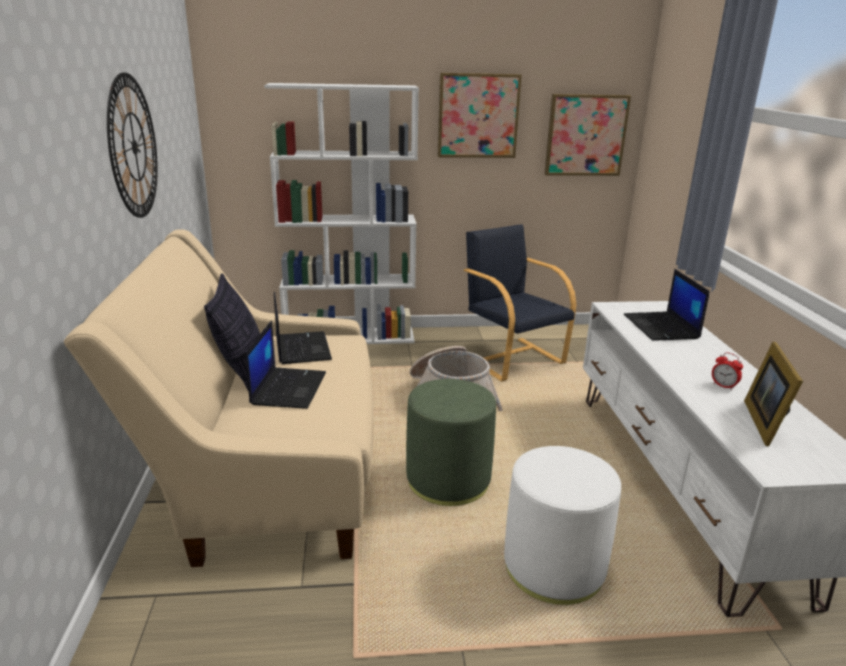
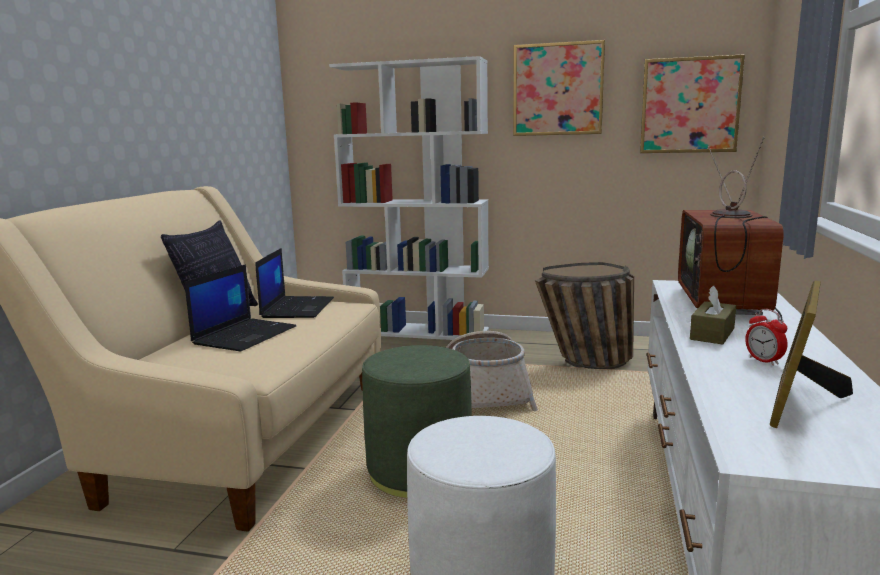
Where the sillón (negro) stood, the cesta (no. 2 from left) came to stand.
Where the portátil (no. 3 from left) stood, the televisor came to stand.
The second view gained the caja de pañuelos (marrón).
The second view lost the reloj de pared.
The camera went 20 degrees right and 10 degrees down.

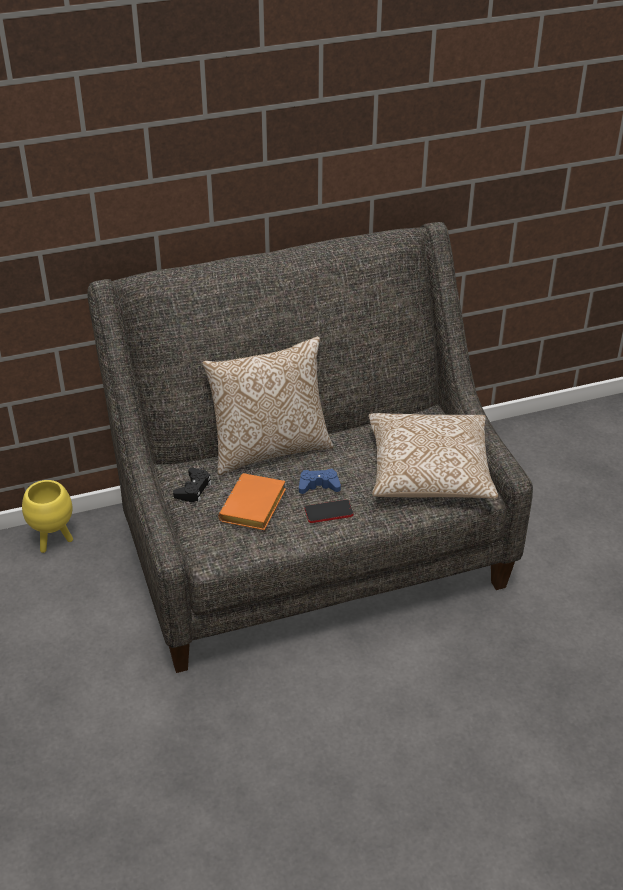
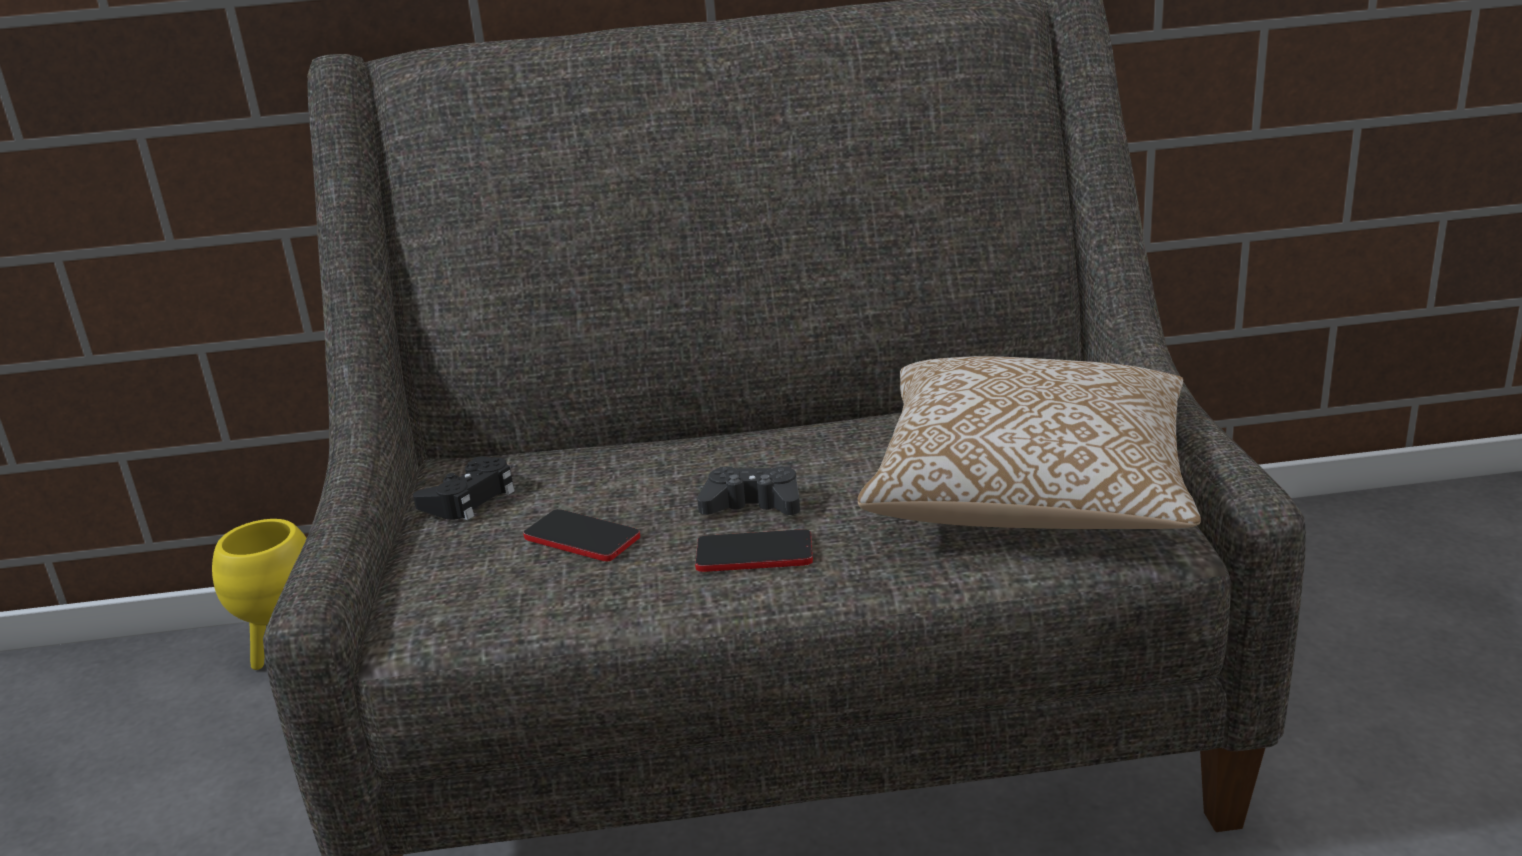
Where the libro (naranja) stood, the móvil (no. 1 from left) came to stand.
What was the mando de consola (azul) turned into the mando de consola (negro) (no. 2 from left).
The second view lost the cojín (no. 1 from left).
The camera went 15 degrees right and 15 degrees down.

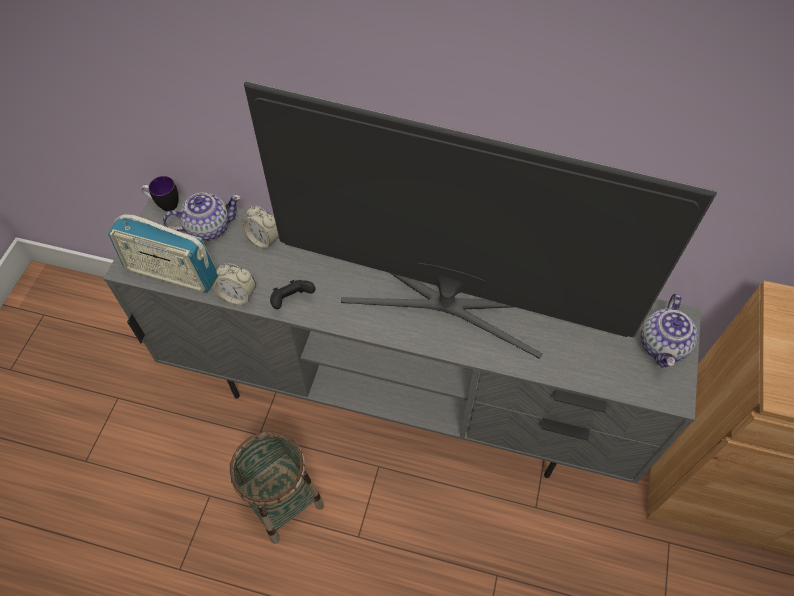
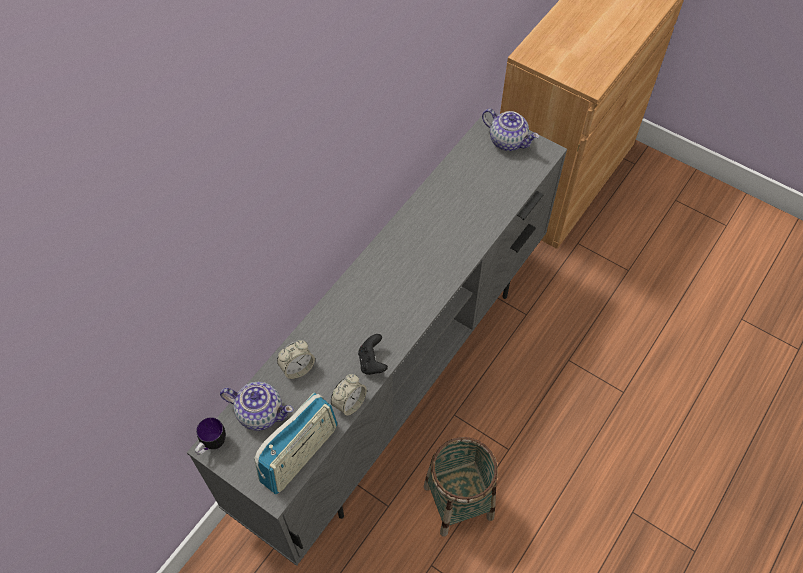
The tetera (no. 1 from left) ended up facing another way, 105 degrees clockwise from before.
The second view lost the televisor.
The camera went 70 degrees left and 0 degrees up.

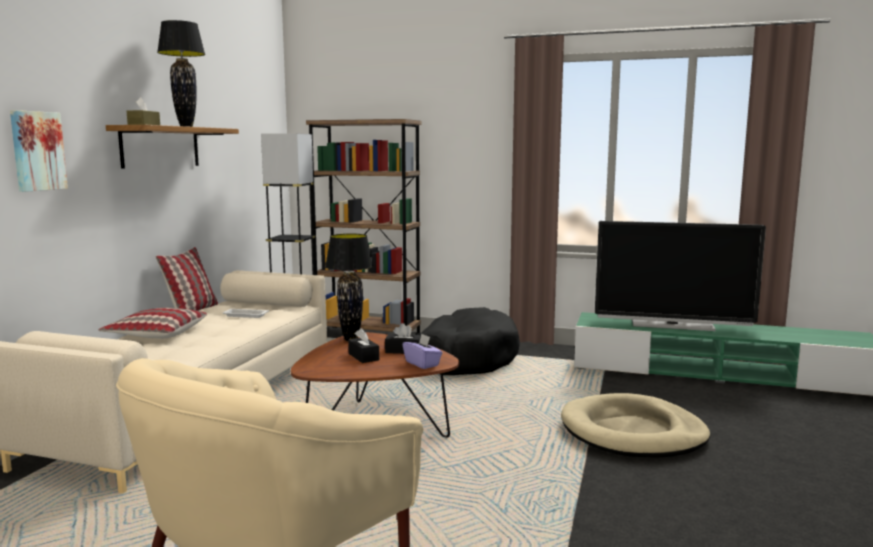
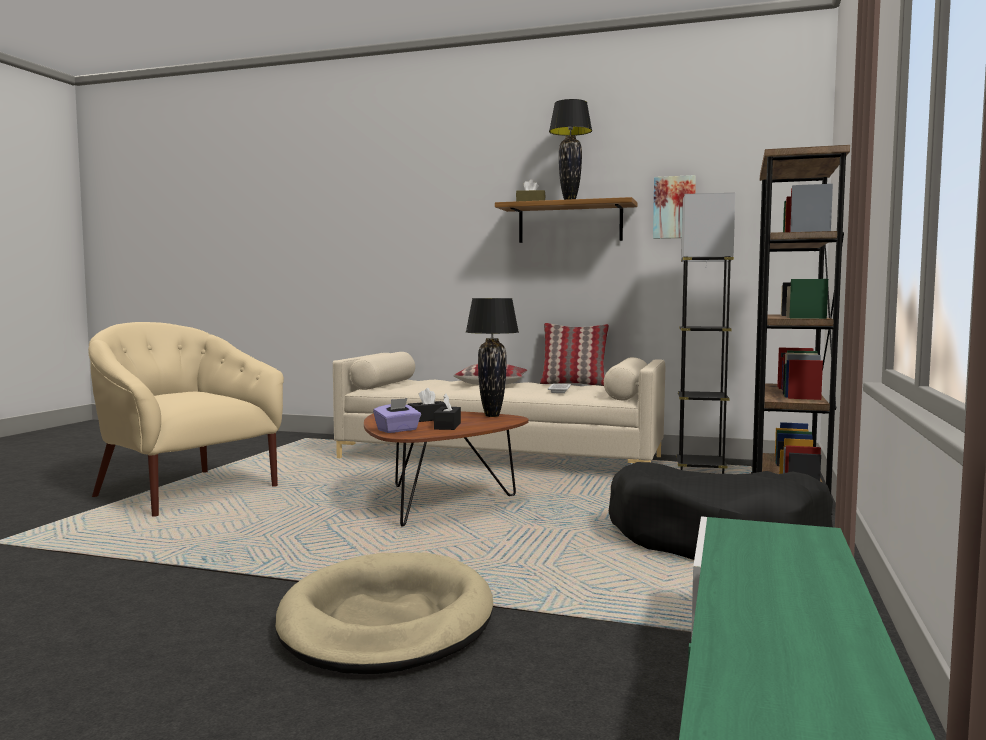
The cuadro ended up elsewhere.
The second view lost the televisor.
The camera went 90 degrees right and 5 degrees down.

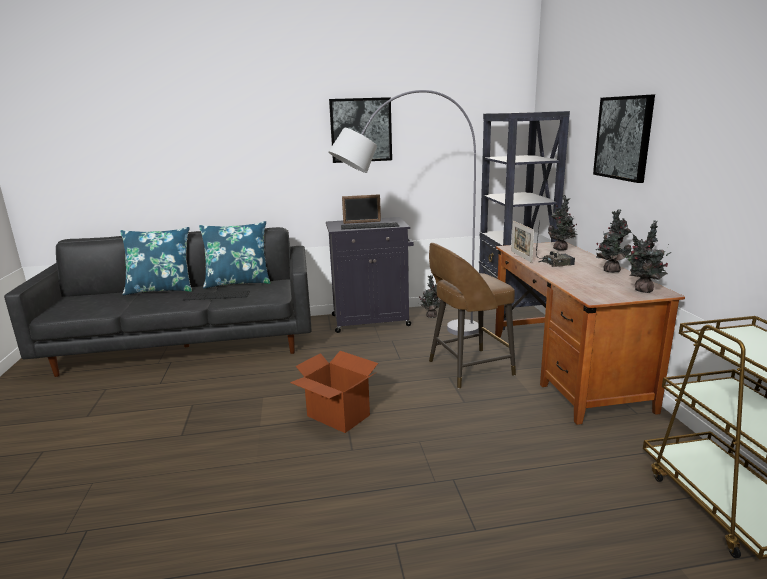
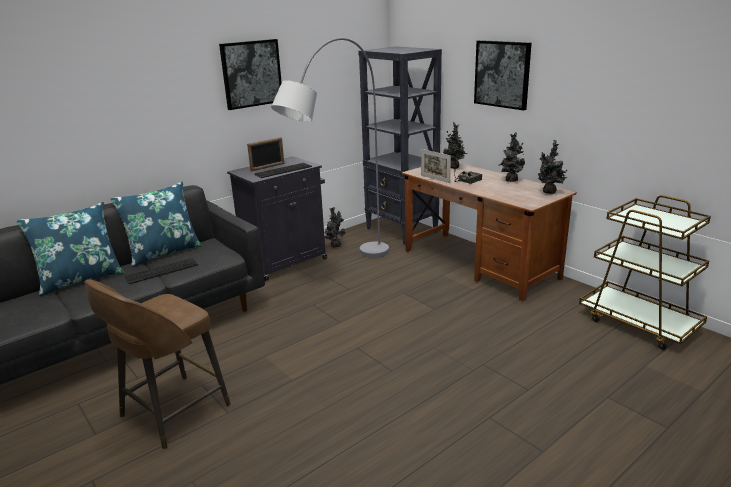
The taburete (marrón) ended up elsewhere.
The second view lost the caja de cartón.
The camera went 30 degrees left and 5 degrees up.

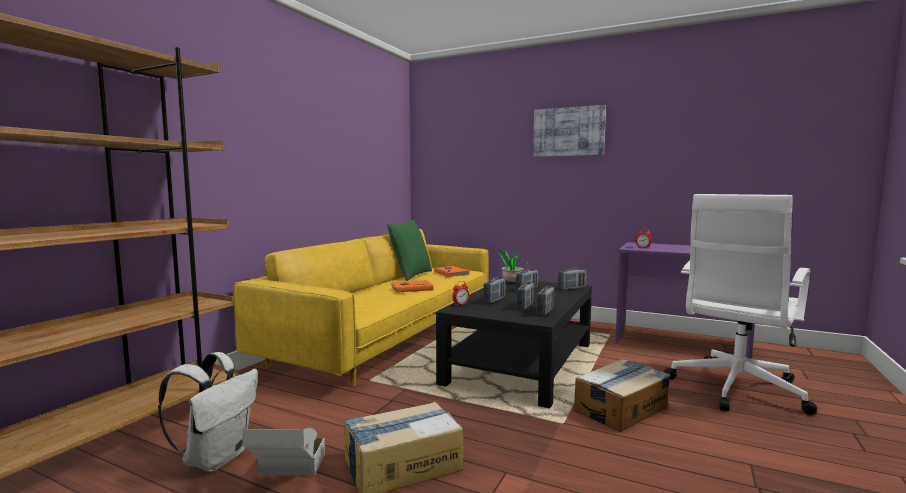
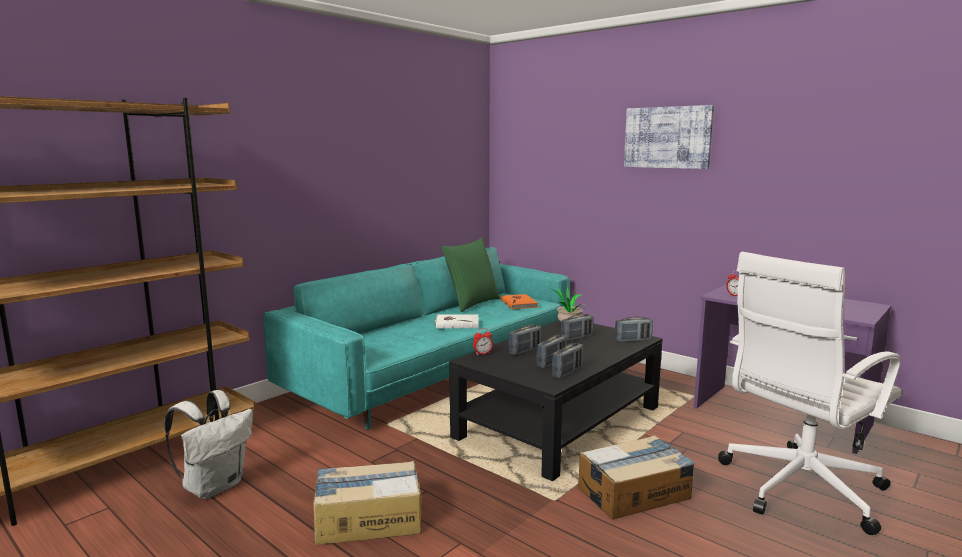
What was the sofá (amarillo) turned into the sofá (turquesa).
What was the libro (naranja) (no. 1 from left) turned into the libro (blanco).
The second view lost the caja de cartón (no. 1 from left).
The camera went 15 degrees right and 5 degrees up.

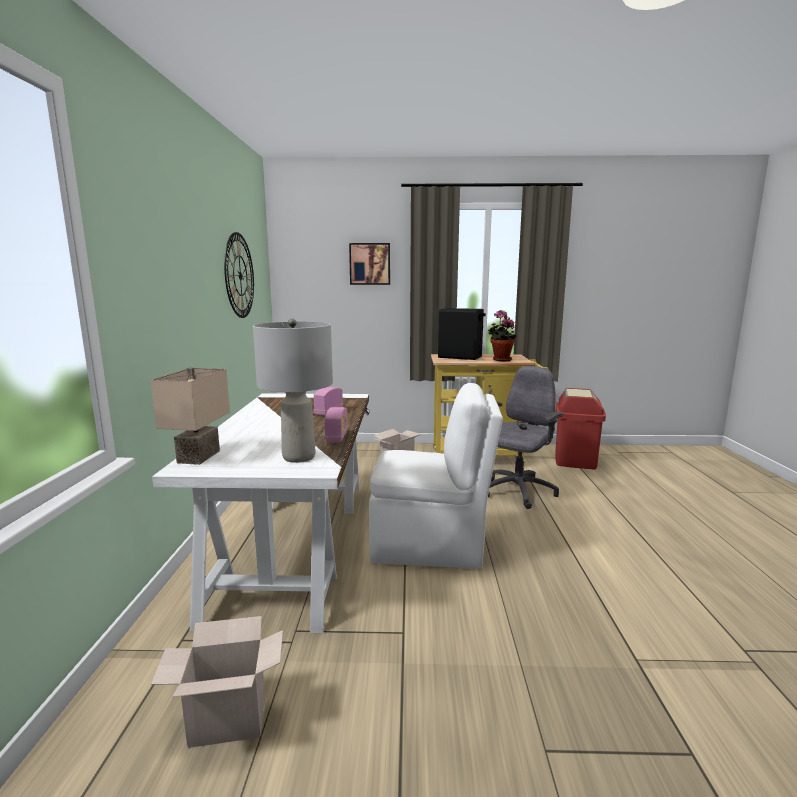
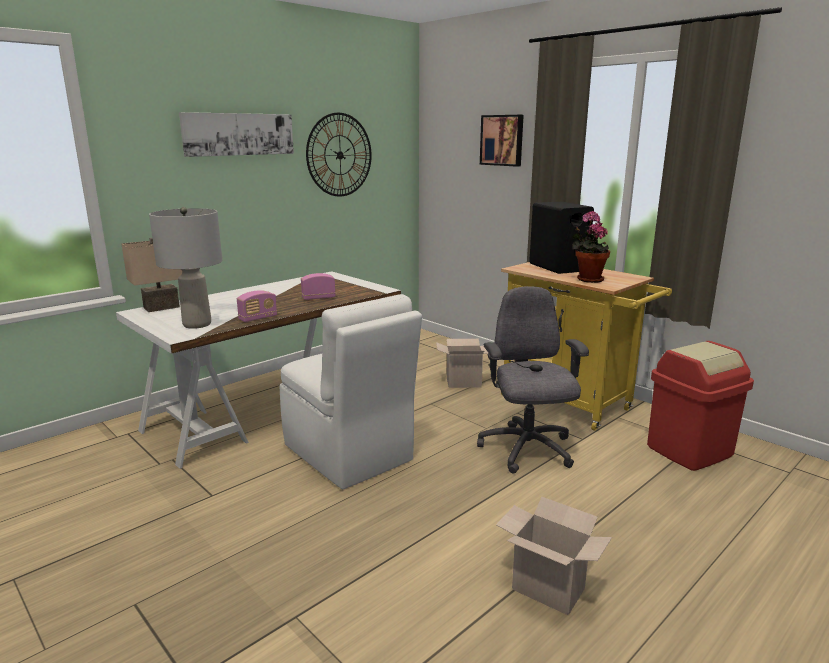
The second view gained the cuadro (no. 1 from left).
The silla de oficina (gris) ended up facing another way, 90 degrees counterclockwise from before.
The caja de cartón (no. 1 from left in the first image) ended up elsewhere.
The camera went 45 degrees right and 5 degrees up.

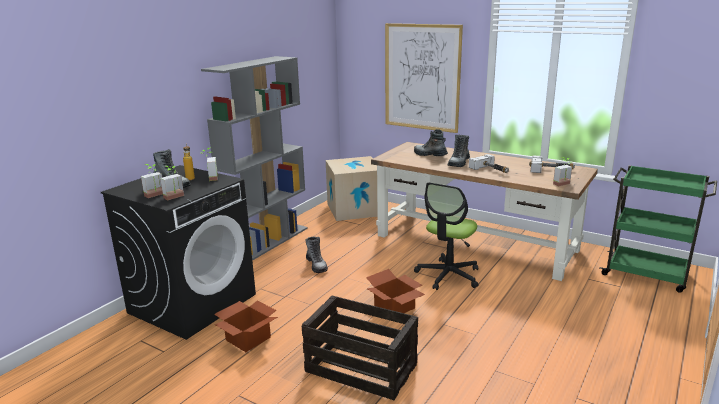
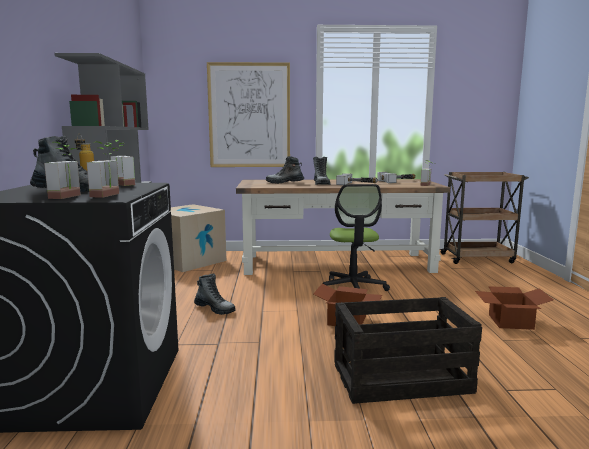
What was the carrito (verde) turned into the carrito (marrón).
The caja de cartón (no. 1 from left in the first image) ended up elsewhere.
The camera went 35 degrees left and 10 degrees down.

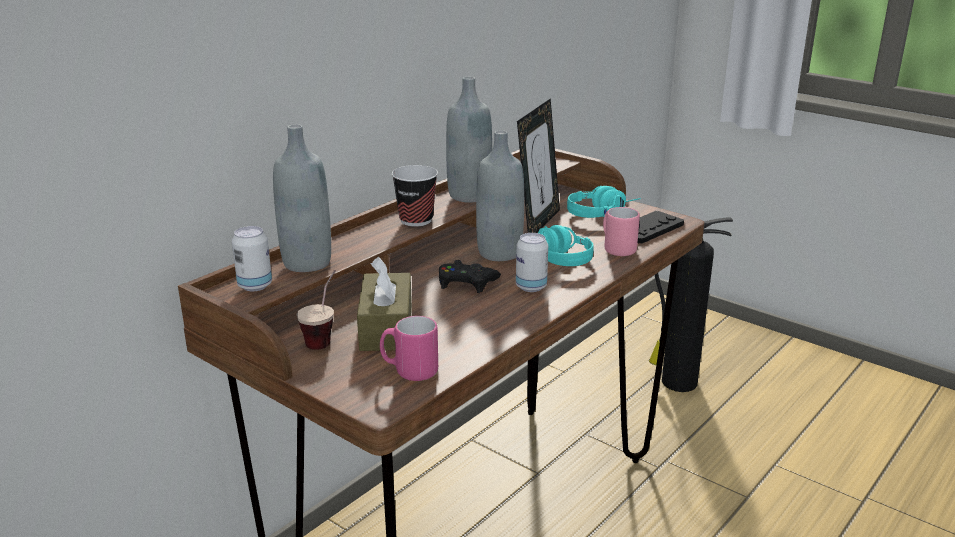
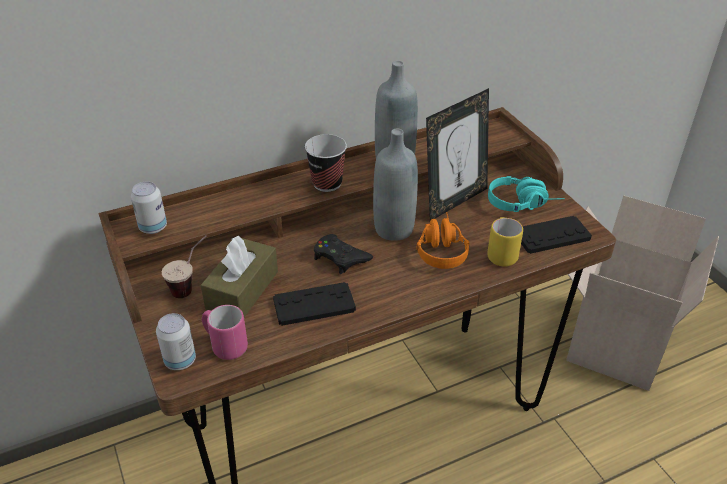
The lata (no. 2 from left) ended up elsewhere.
The second view gained the mando de consola (negro) (no. 1 from left).
What was the auriculares (turquesa) (no. 1 from left) turned into the auriculares (naranja).
What was the taza grande (rosa) (no. 2 from left) turned into the taza grande (amarillo).
Where the extintor stood, the caja de cartón came to stand.
The second view lost the botella (gris) (no. 1 from left).
The camera went 25 degrees right and 15 degrees up.

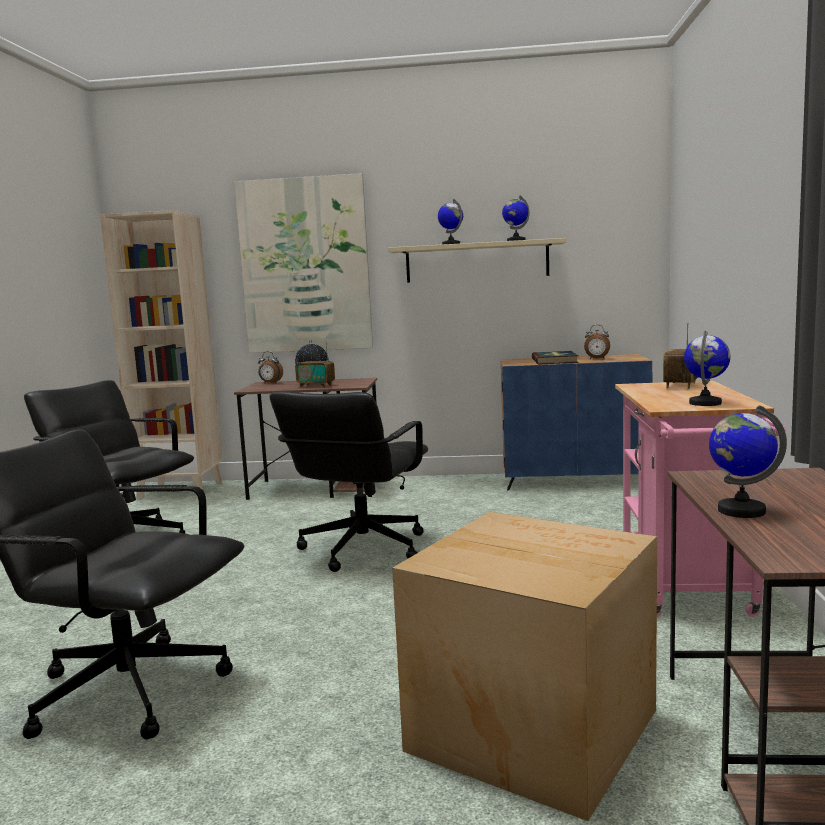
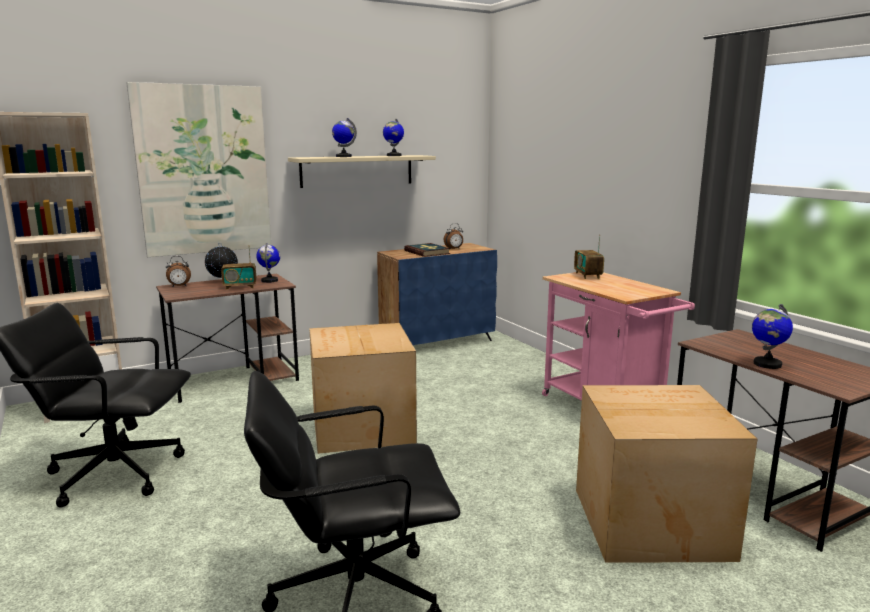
The globo terráqueo (no. 4 from left in the first image) ended up elsewhere.
Where the silla de oficina (negro) (no. 3 from left) stood, the caja de cartón (no. 1 from left) came to stand.
The camera went 35 degrees left and 5 degrees up.

